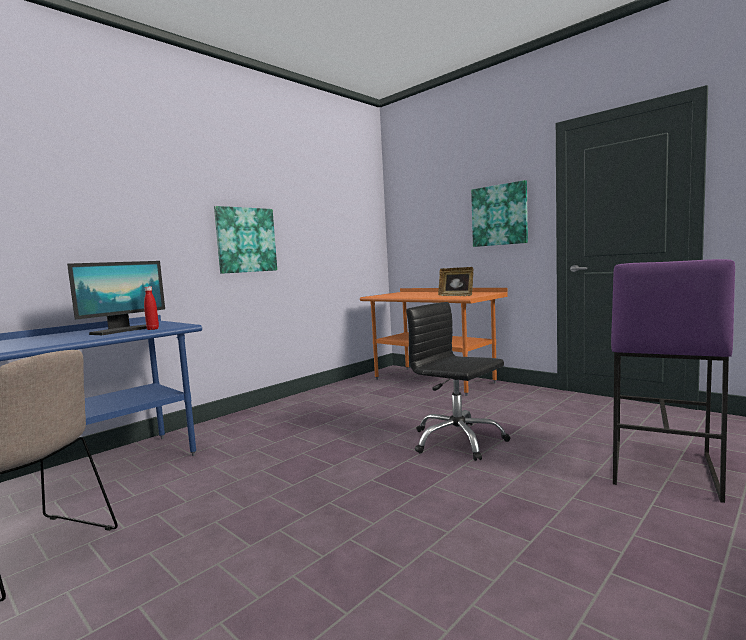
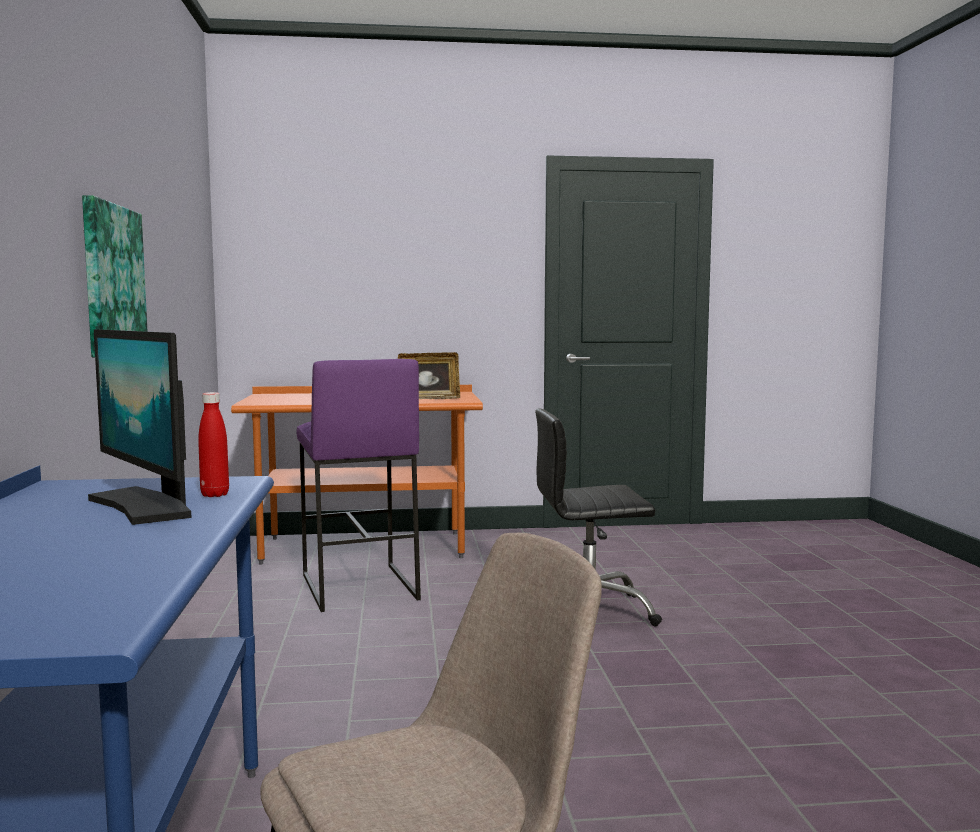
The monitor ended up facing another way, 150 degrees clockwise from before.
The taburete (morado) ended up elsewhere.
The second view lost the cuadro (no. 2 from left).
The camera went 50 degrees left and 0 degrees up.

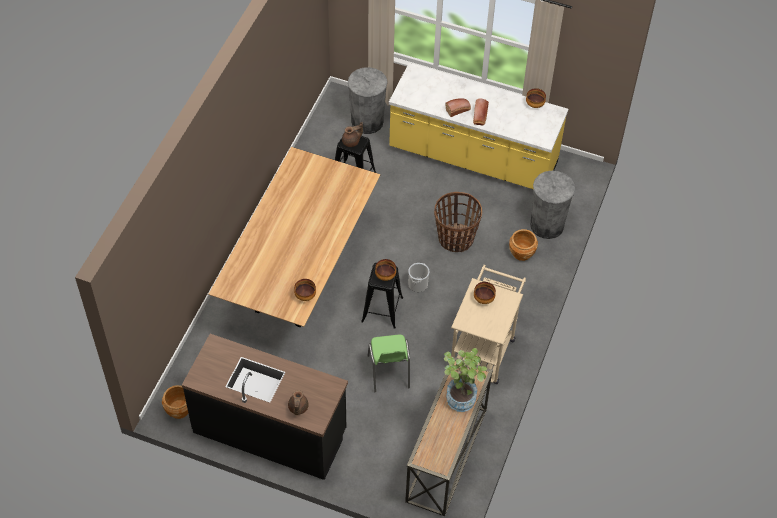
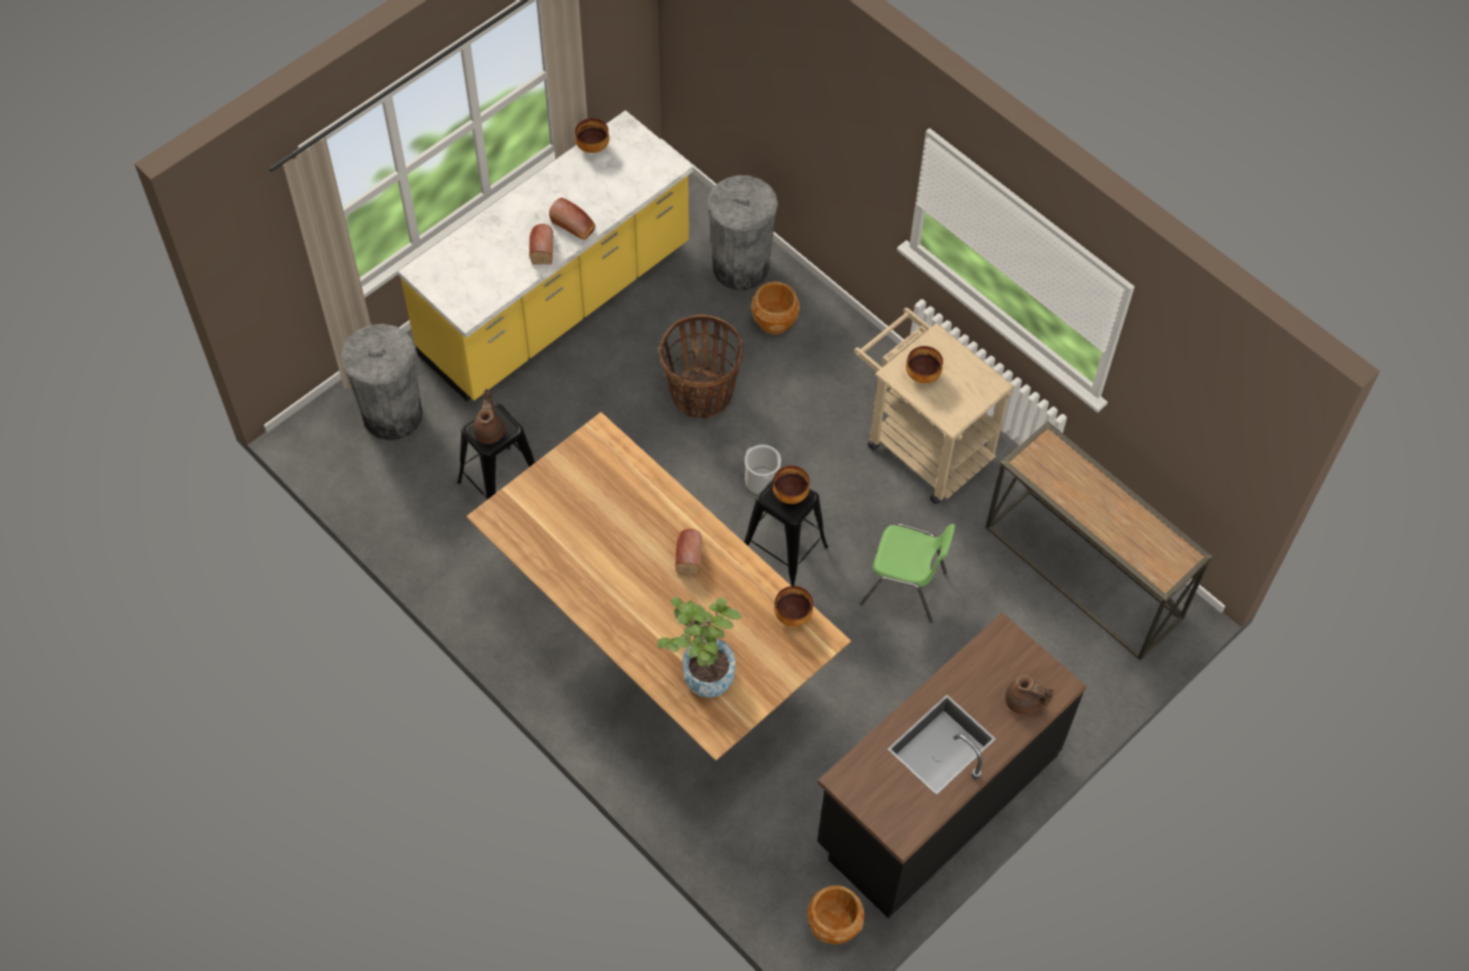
The planta en maceta ended up elsewhere.
The second view gained the pan (no. 3 from left).
The camera went 65 degrees left and 5 degrees up.

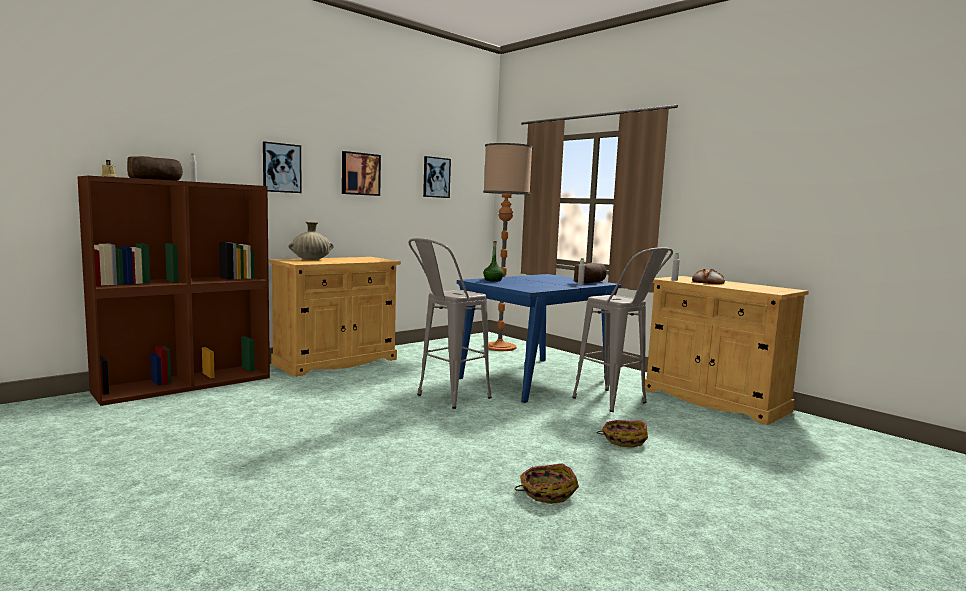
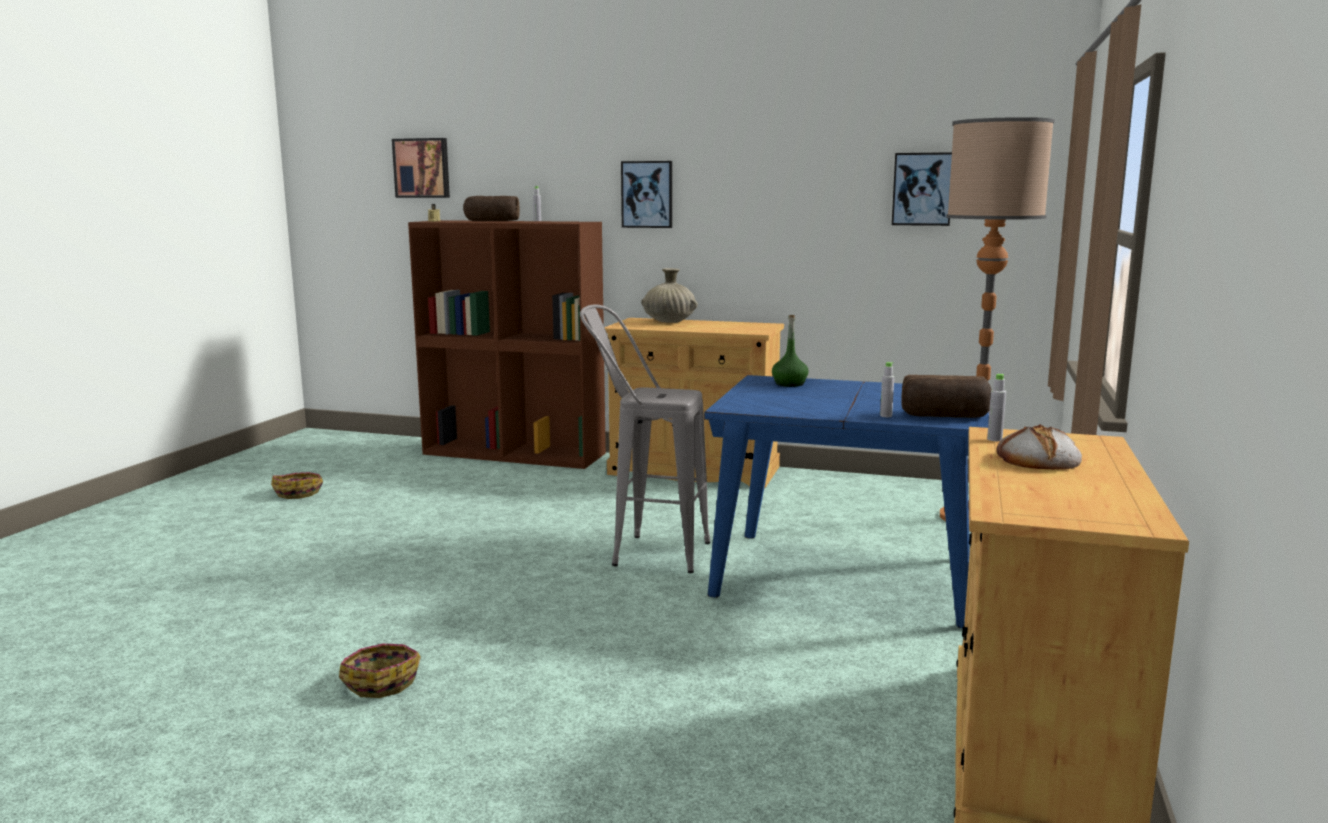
The cesta (no. 2 from left in the first image) ended up elsewhere.
The cuadro (no. 2 from left in the first image) ended up elsewhere.
The second view lost the taburete (gris) (no. 2 from left).
The camera went 60 degrees right and 5 degrees up.

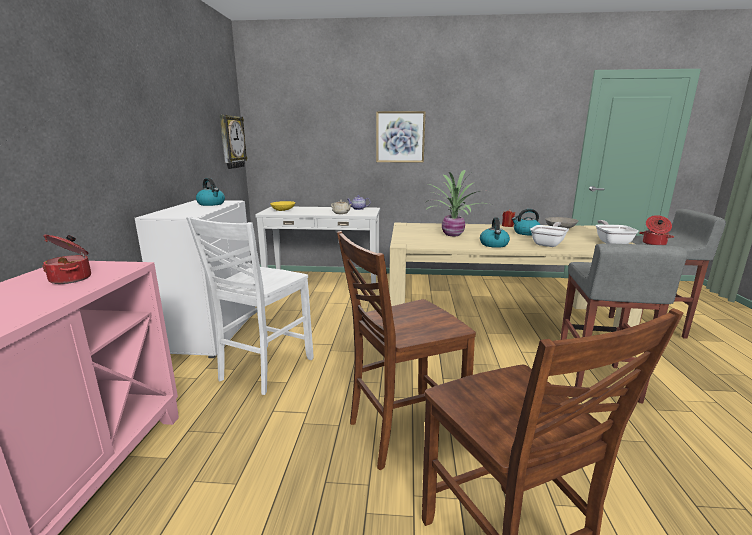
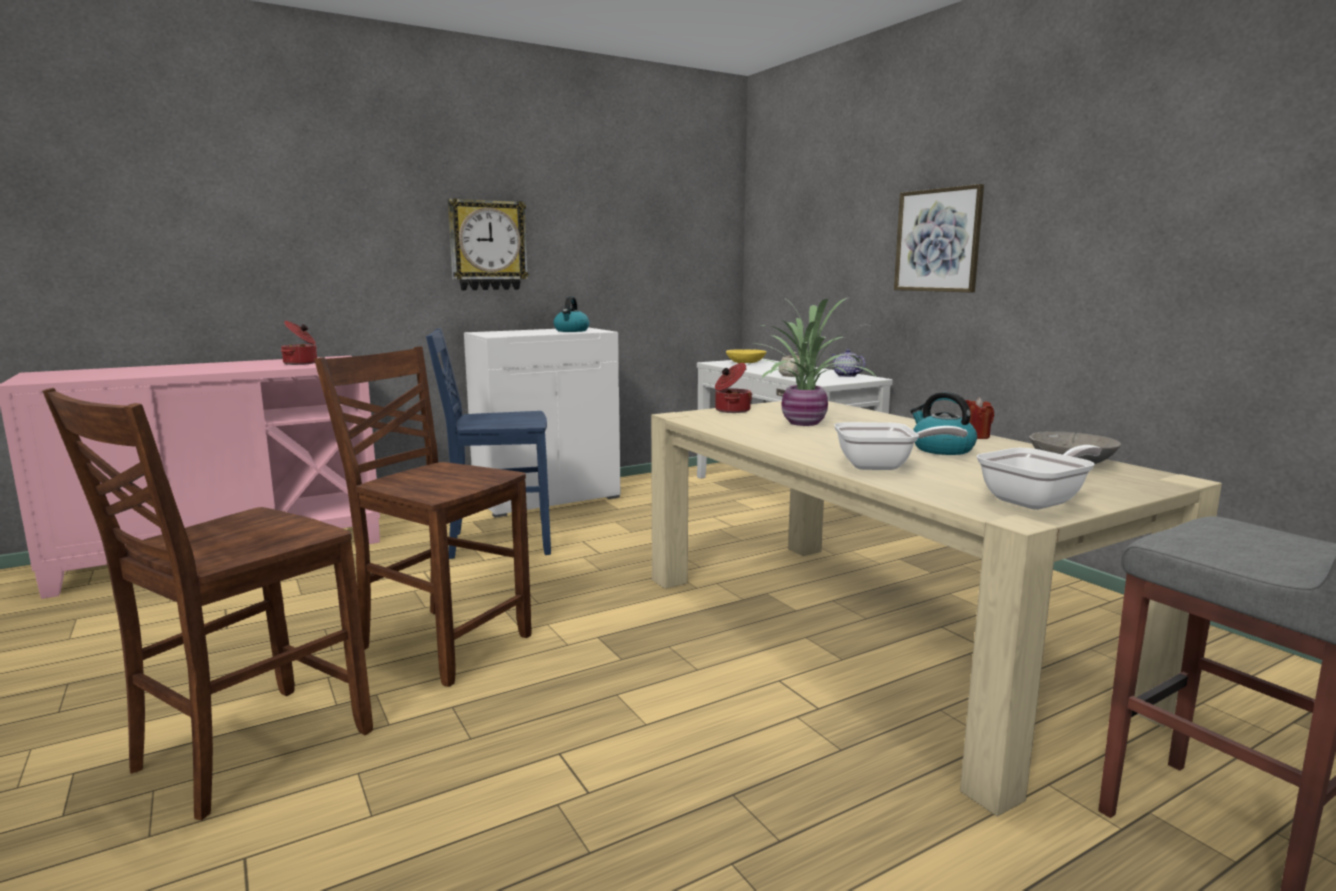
What was the silla (blanco) turned into the silla (azul).
The reloj de pared ended up elsewhere.
The olla (no. 2 from left) ended up elsewhere.
The second view lost the hervidor (no. 2 from left).
The second view lost the taburete (gris) (no. 1 from left).
The camera went 55 degrees right and 5 degrees down.

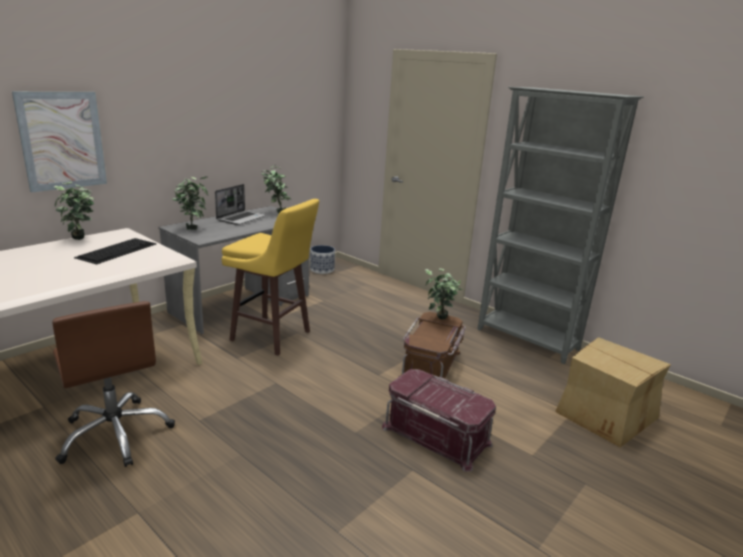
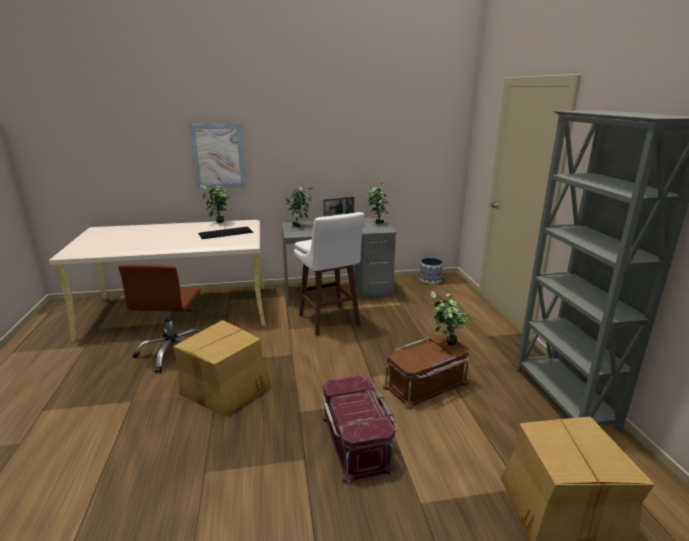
The second view gained the caja de cartón (no. 1 from left).
What was the taburete (amarillo) turned into the taburete (blanco).
The camera went 40 degrees right and 0 degrees up.

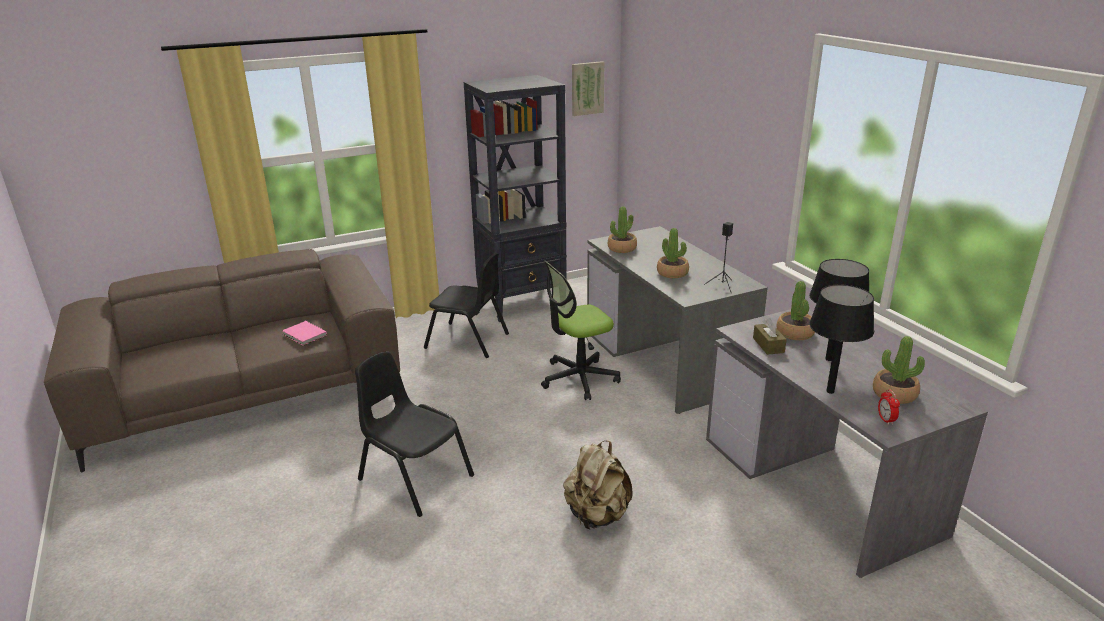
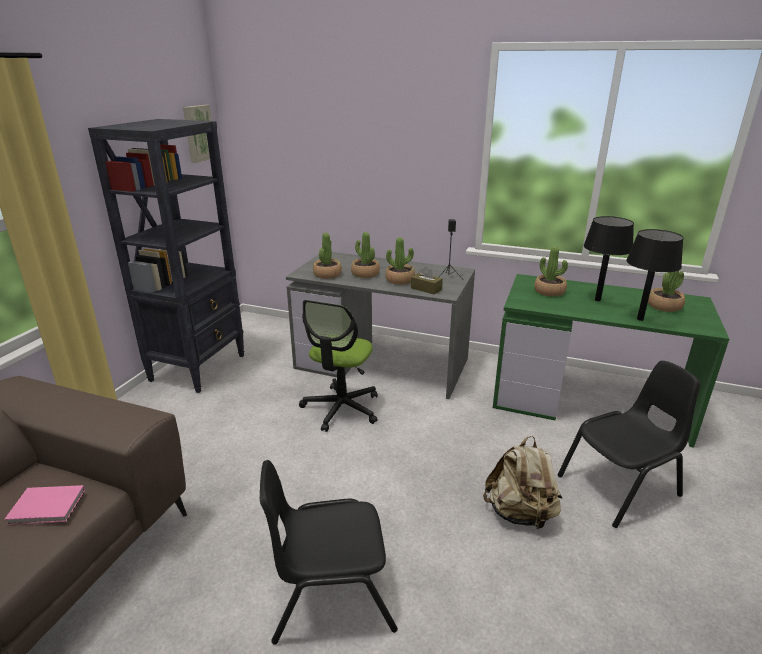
The second view gained the planta en maceta (no. 2 from left).
The caja de pañuelos (marrón) ended up elsewhere.
What was the escritorio (gris) (no. 2 from left) turned into the escritorio (verde).
The silla (negro) (no. 2 from left) ended up elsewhere.
The second view lost the despertador.
The camera went 45 degrees left and 0 degrees up.

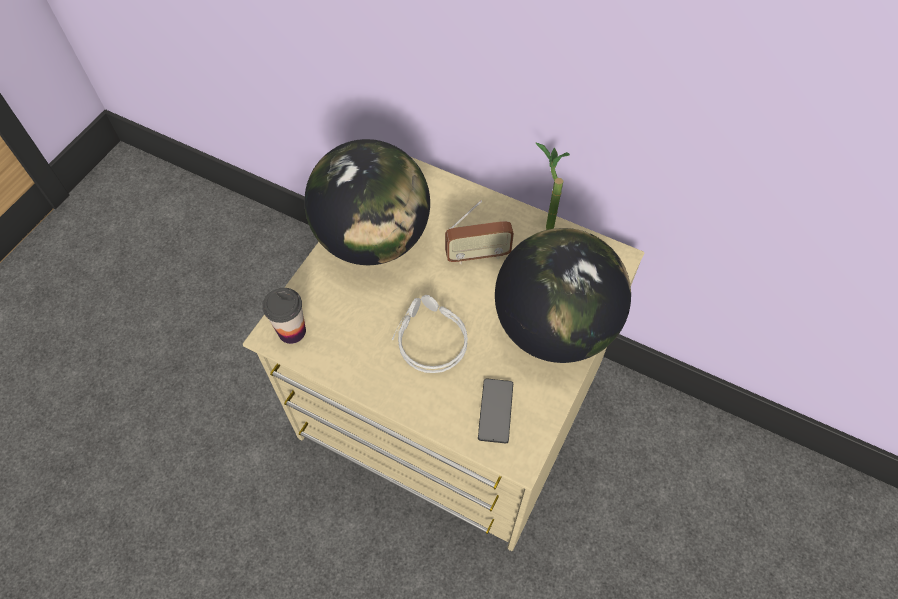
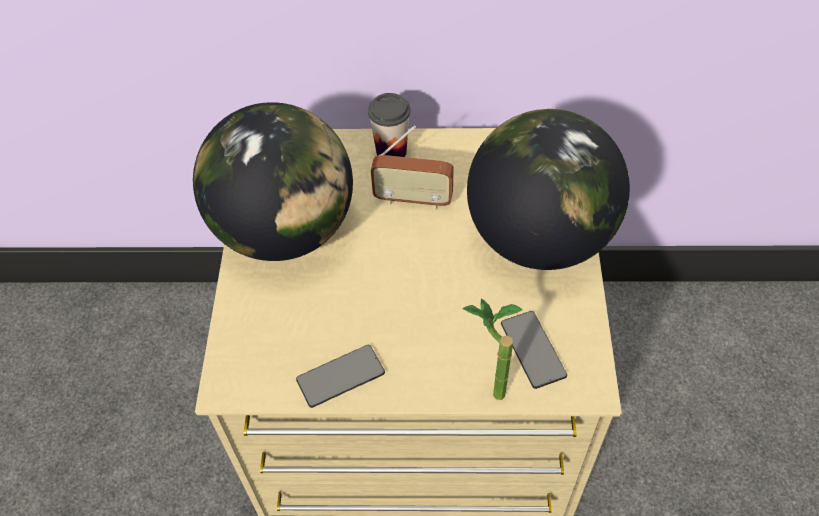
The second view gained the móvil (no. 1 from left).
The taza ended up elsewhere.
The radio ended up facing another way, 45 degrees clockwise from before.
The planta en maceta ended up elsewhere.
The second view lost the auriculares (gris).
The camera went 25 degrees left and 5 degrees down.

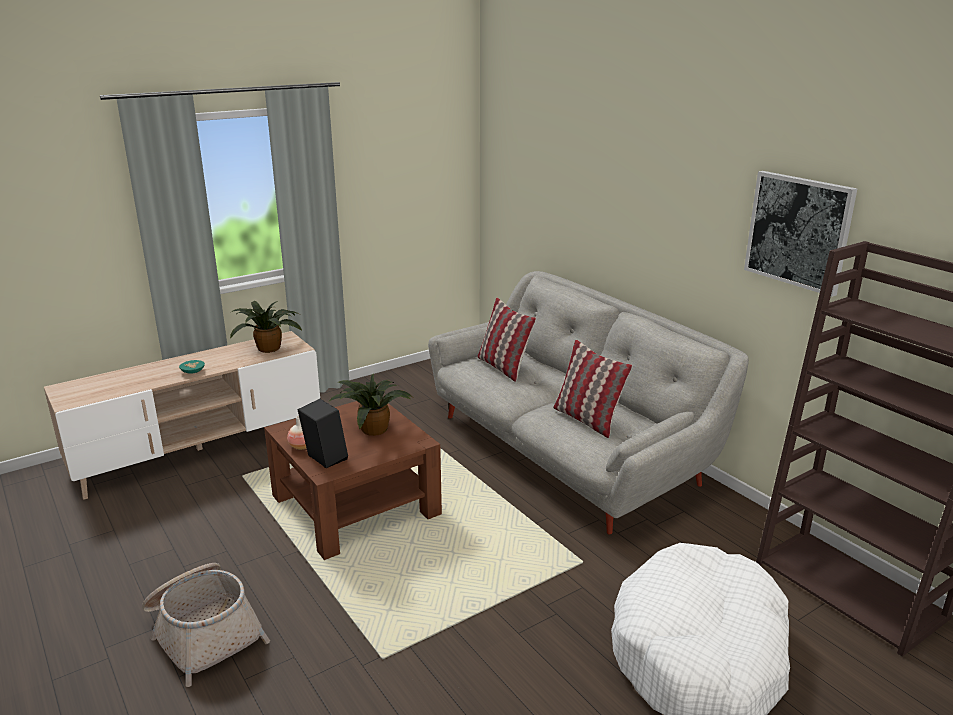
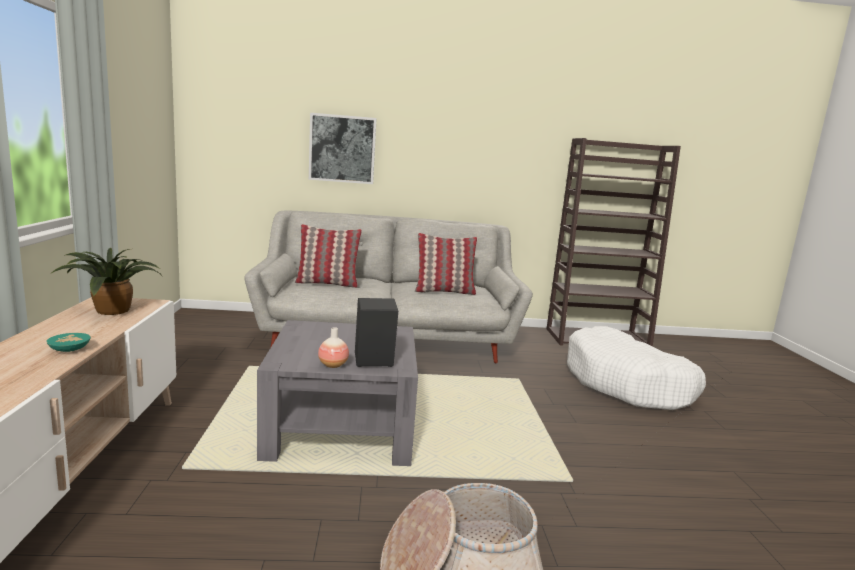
What was the mesa de centro (marrón) turned into the mesa de centro (gris).
The cuadro ended up elsewhere.
The second view lost the planta en maceta (no. 2 from left).
The camera went 60 degrees left and 10 degrees down.

